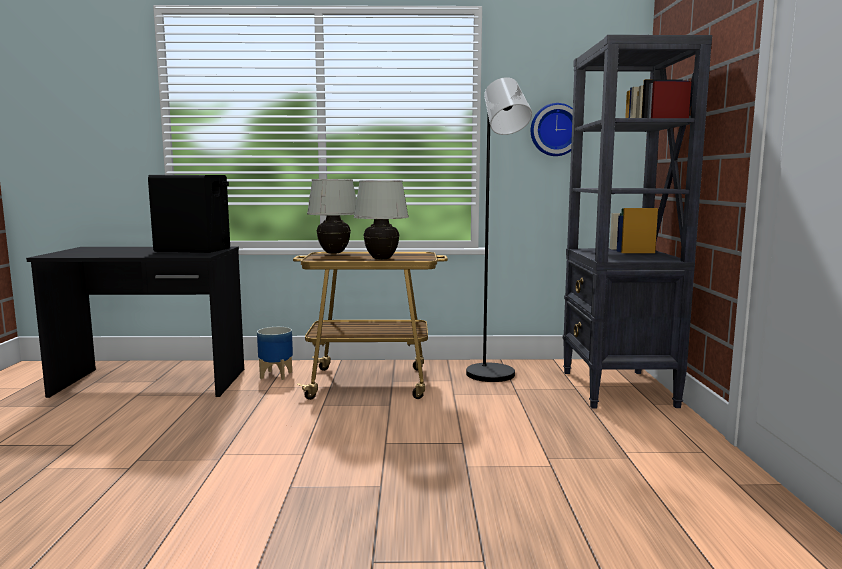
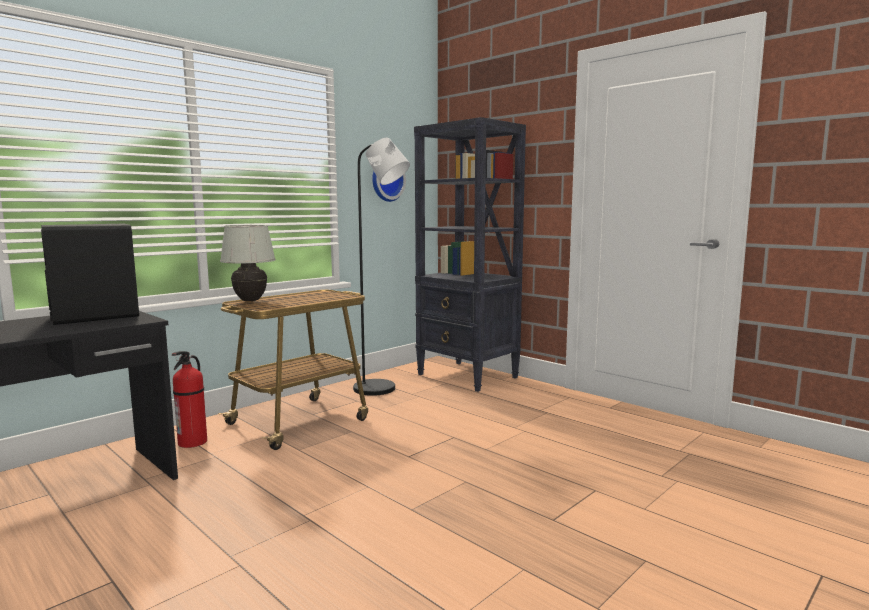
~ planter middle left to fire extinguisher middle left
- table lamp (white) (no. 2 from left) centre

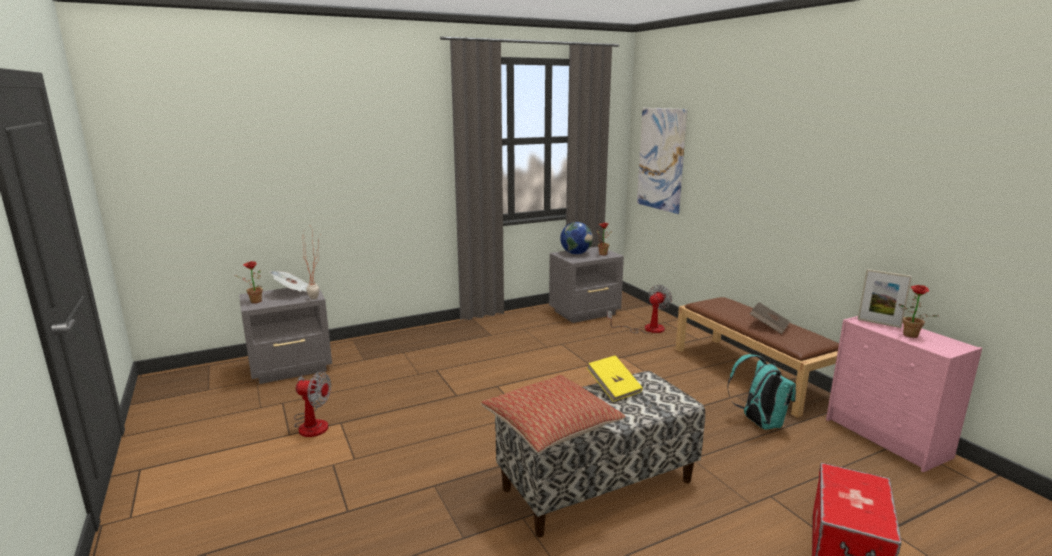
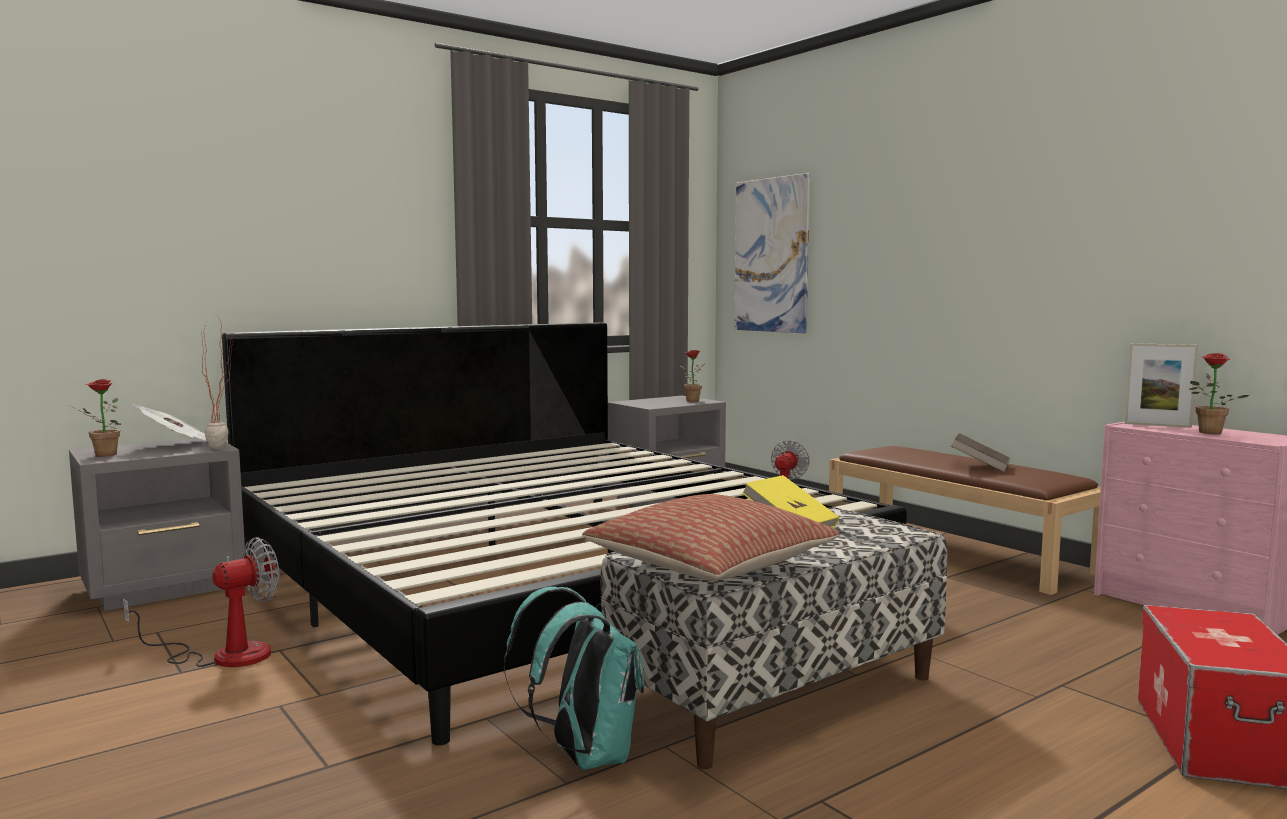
~ fan (no. 1 from left) bottom left = bottom left 45 degrees counterclockwise
- globe centre
~ backpack (turquoise) bottom right to bottom centre
+ bed centre

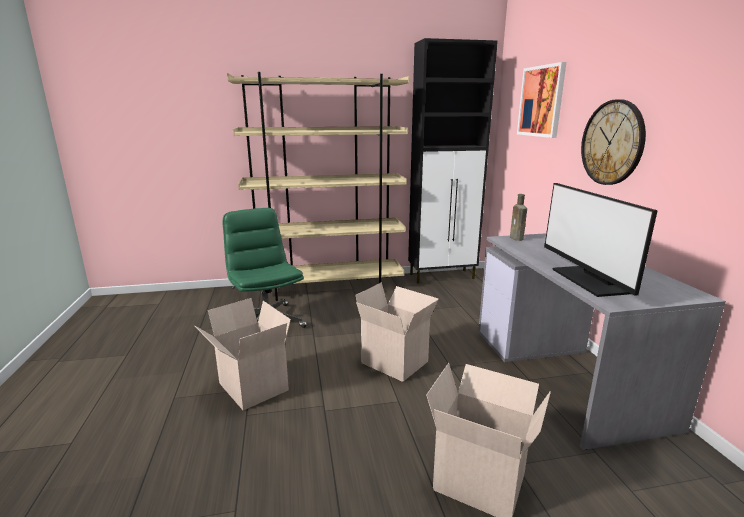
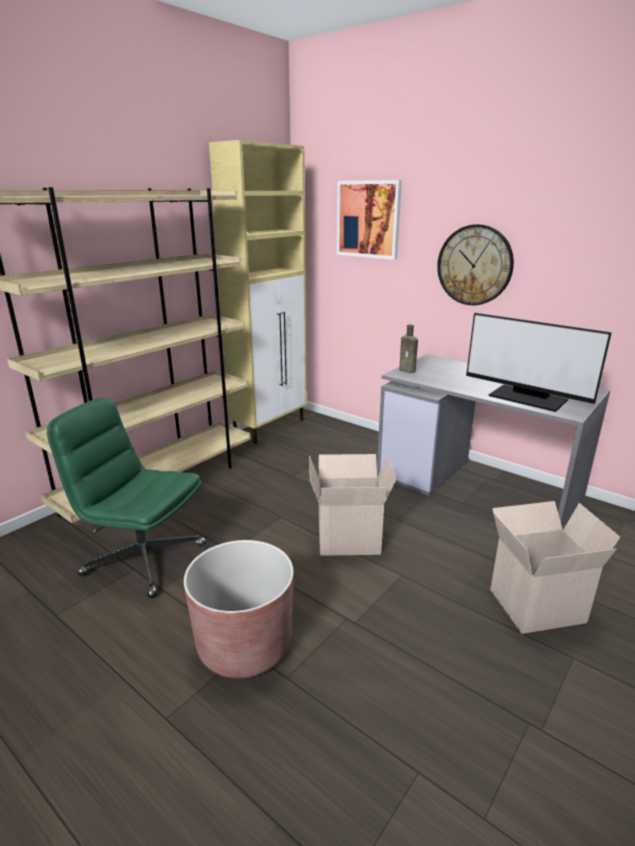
~ cardboard box (no. 1 from left) bottom left to planter (brown) bottom centre
~ cabinet (black) top centre to cabinet (beige) centre

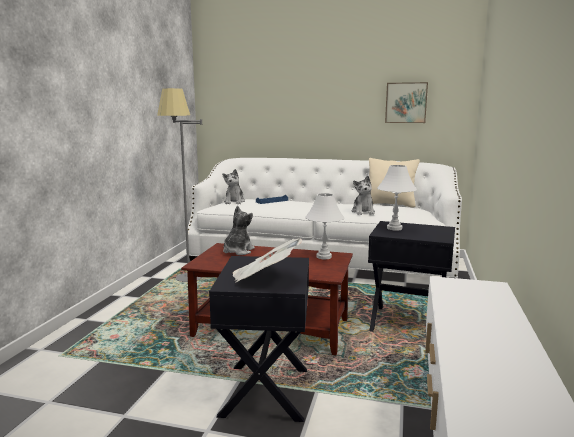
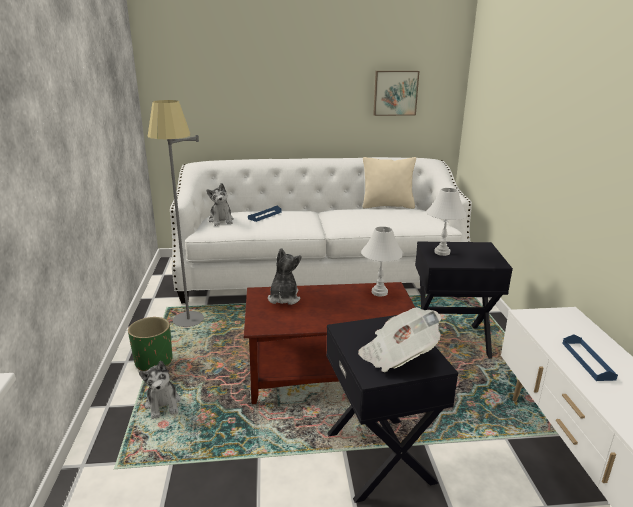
~ plush toy (no. 3 from left in the first image) centre to plush toy (no. 1 from left) bottom left
+ planter (green) bottom left
+ tray (blue) (no. 2 from left) bottom right

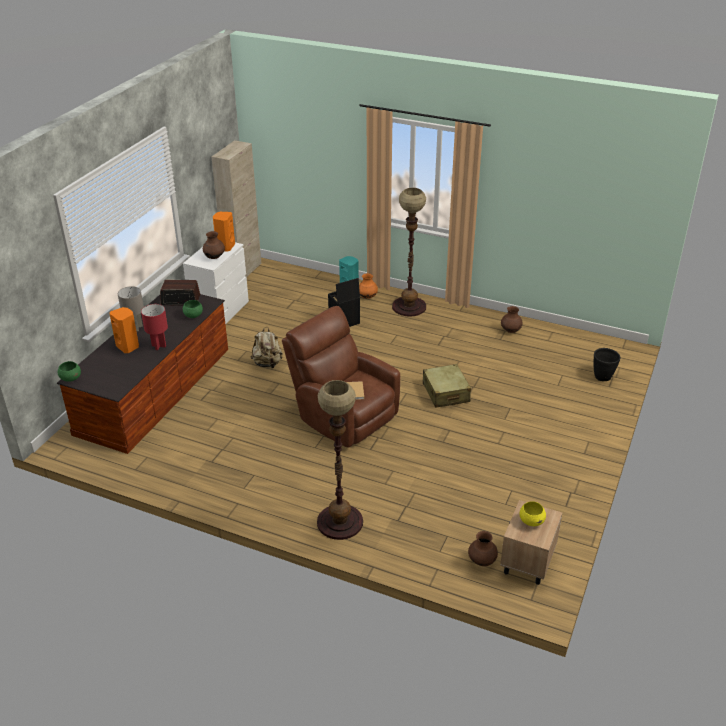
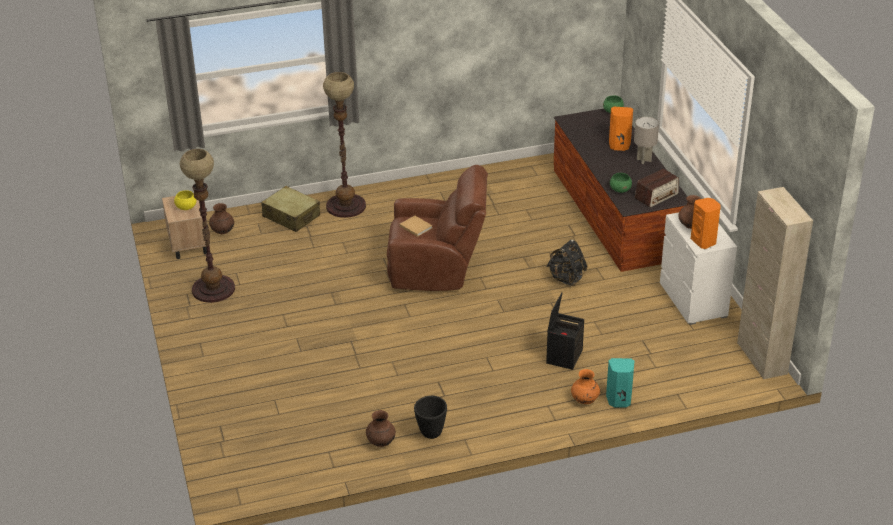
- table lamp (red) middle left
~ backpack (beige) centre to backpack (black) centre
~ floor lamp (no. 2 from left in the first image) centre to floor lamp (no. 1 from left) middle left
~ suitcase (beige) centre to middle left
~ planter (black) middle right to bottom centre

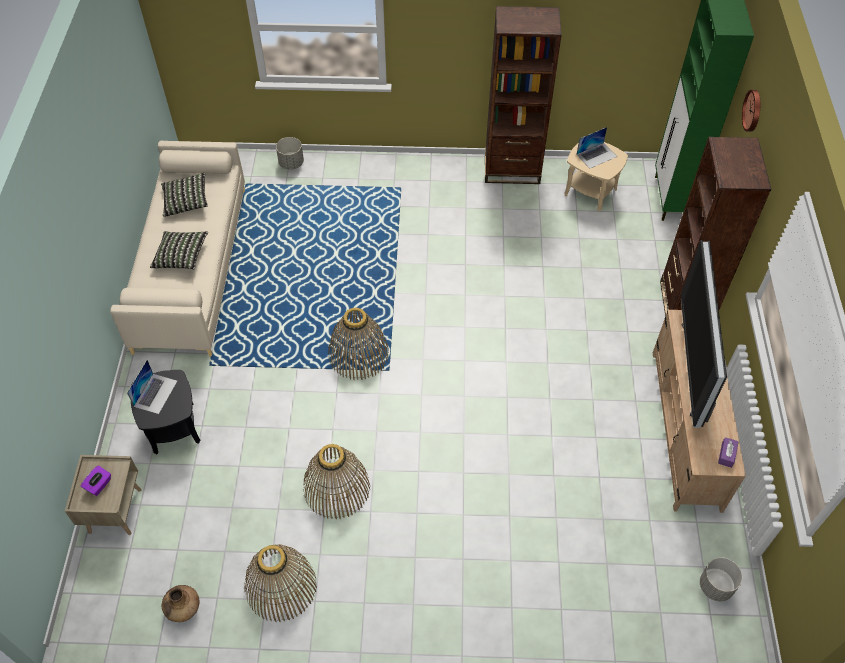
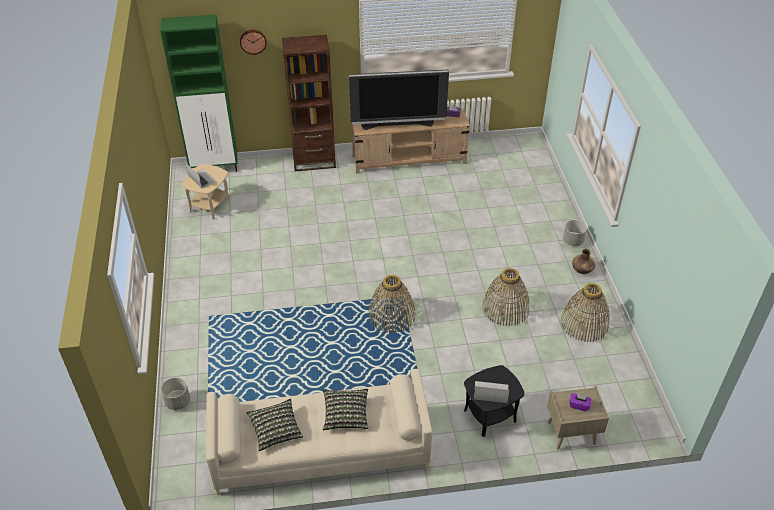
~ vase (brown) bottom left to middle right
- bookcase (brown) (no. 1 from left) top centre
~ planter (grey) (no. 2 from left) bottom right to middle right

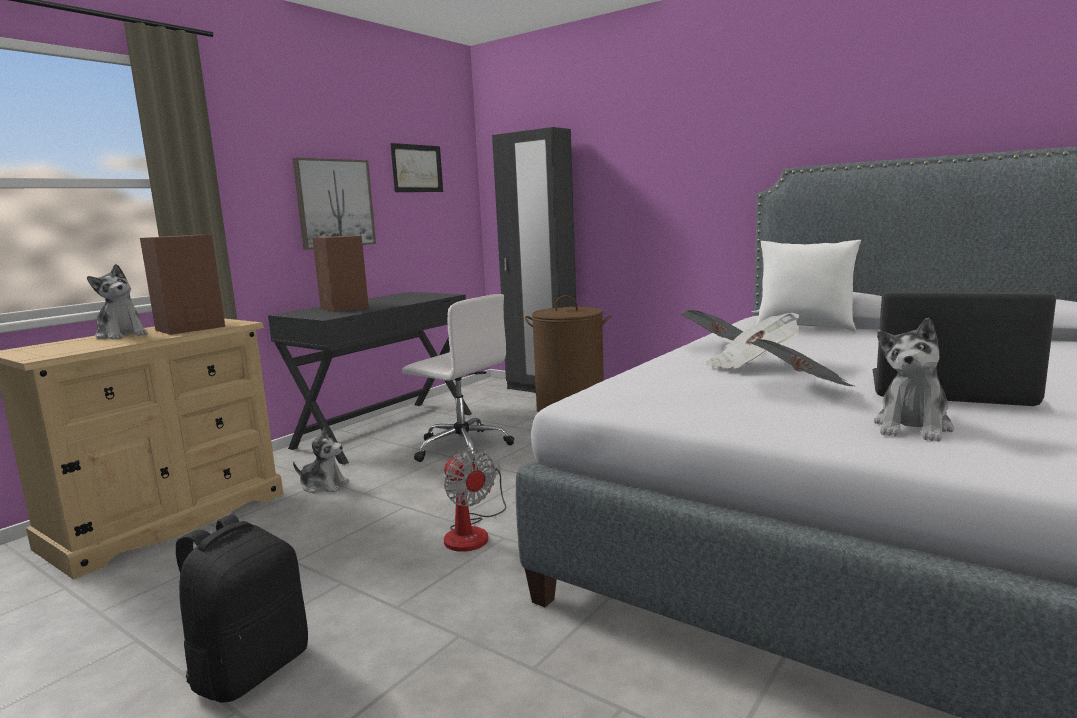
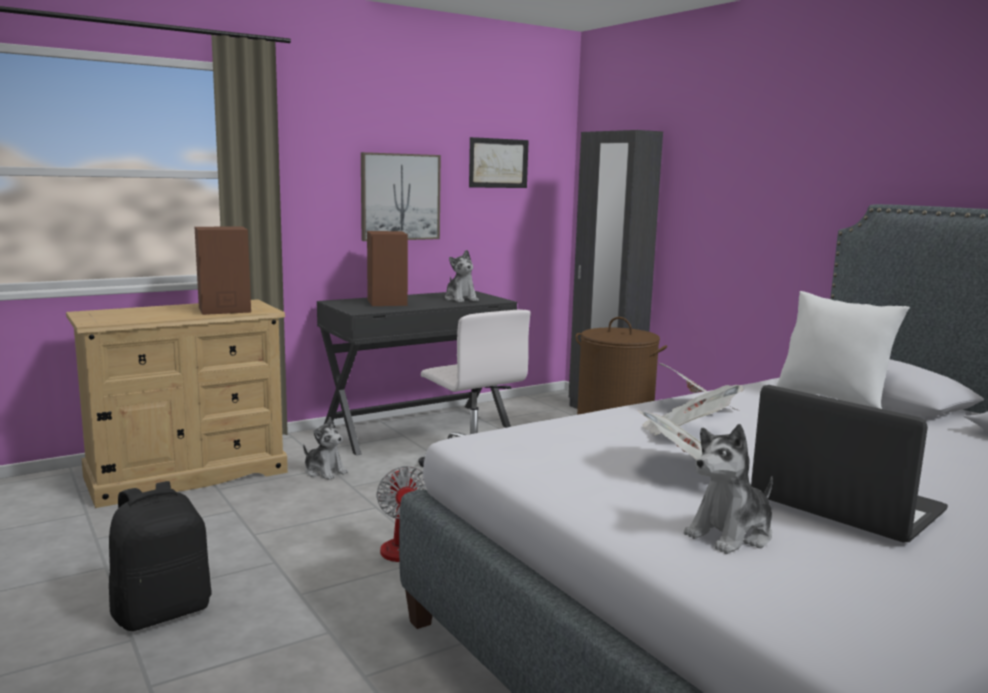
~ plush toy (no. 1 from left in the first image) middle left to plush toy (no. 2 from left) centre

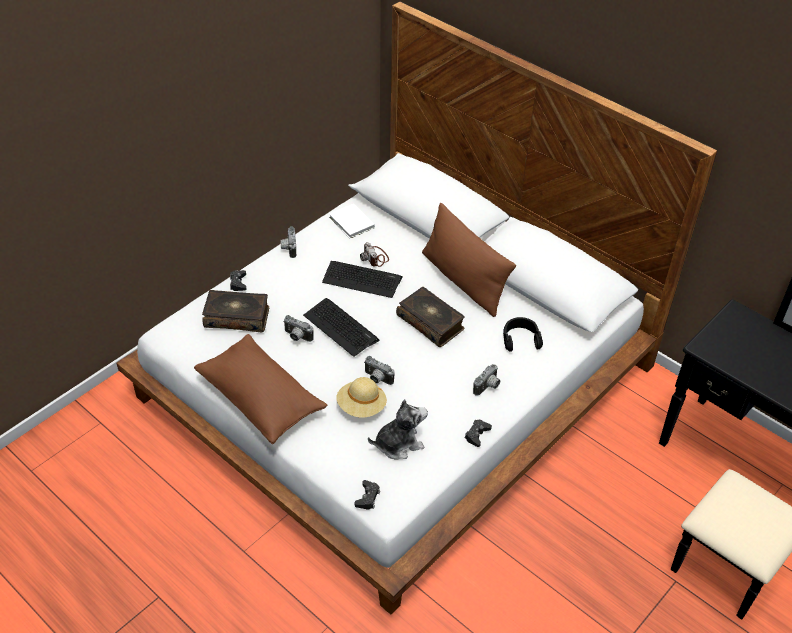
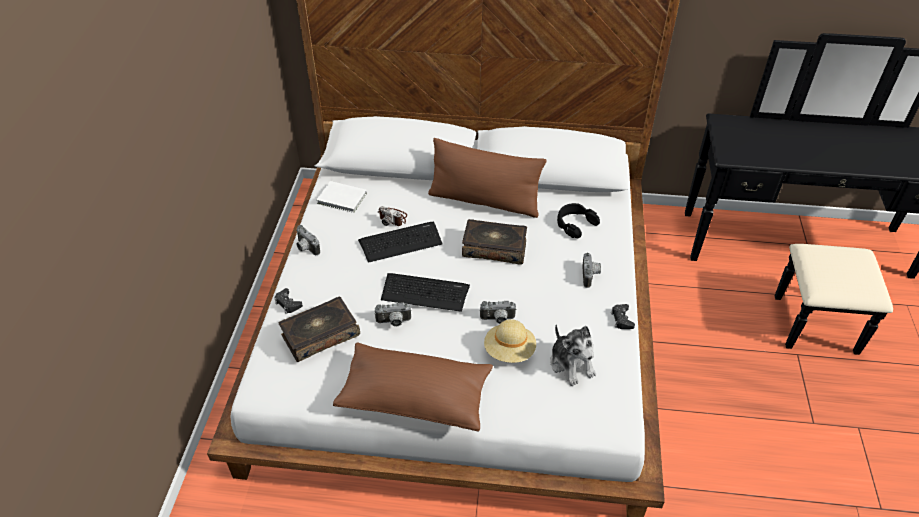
- game controller (black) (no. 2 from left) bottom centre
~ plush toy bottom centre = bottom centre 120 degrees clockwise

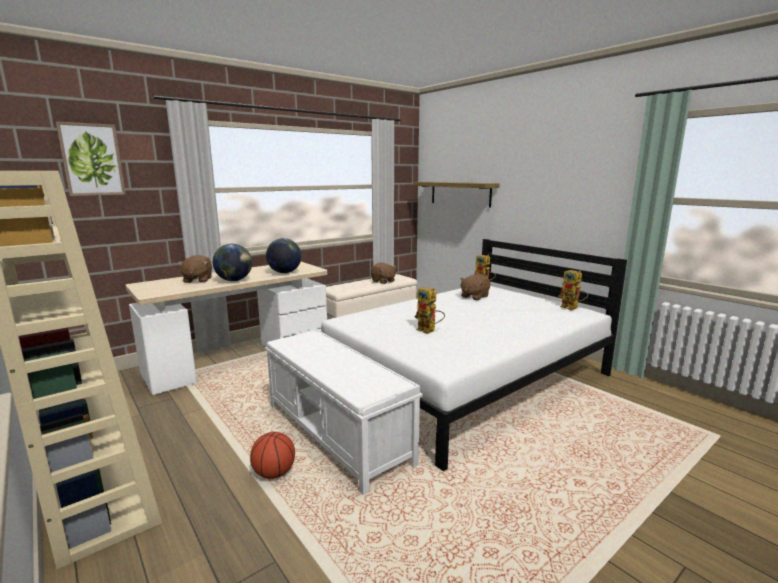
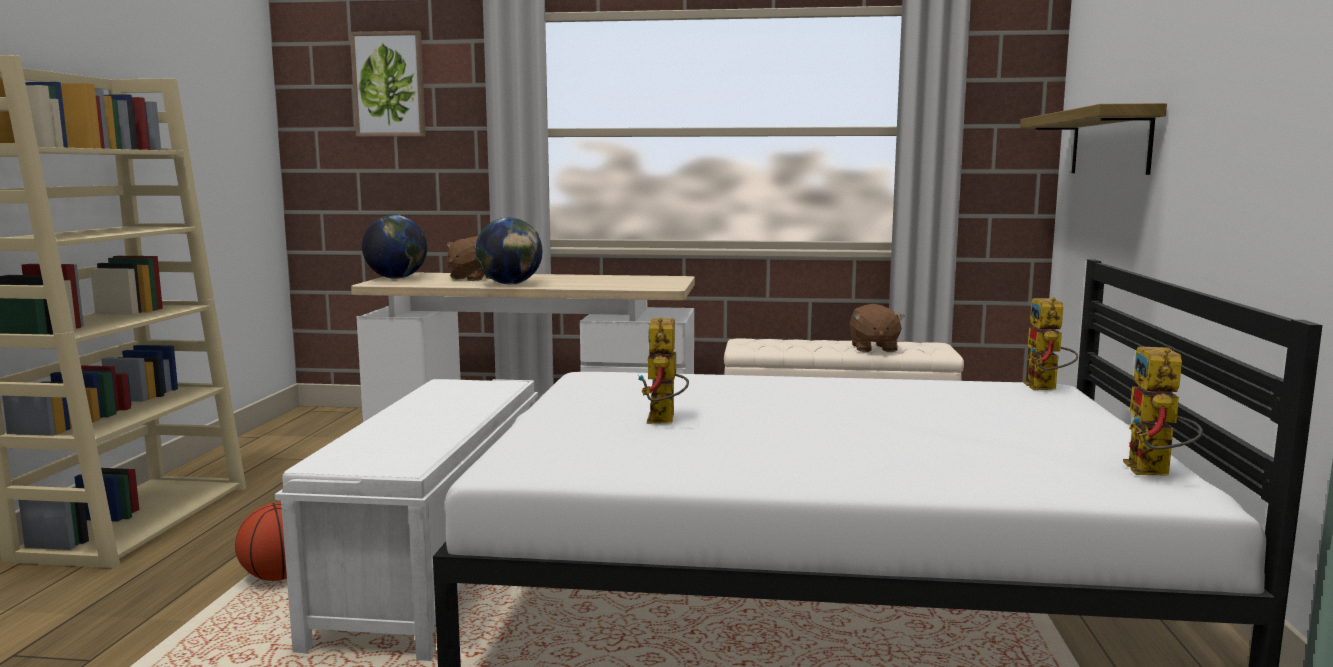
~ globe (no. 2 from left in the first image) centre to globe (no. 1 from left) middle left
- plush toy (brown) (no. 3 from left) centre

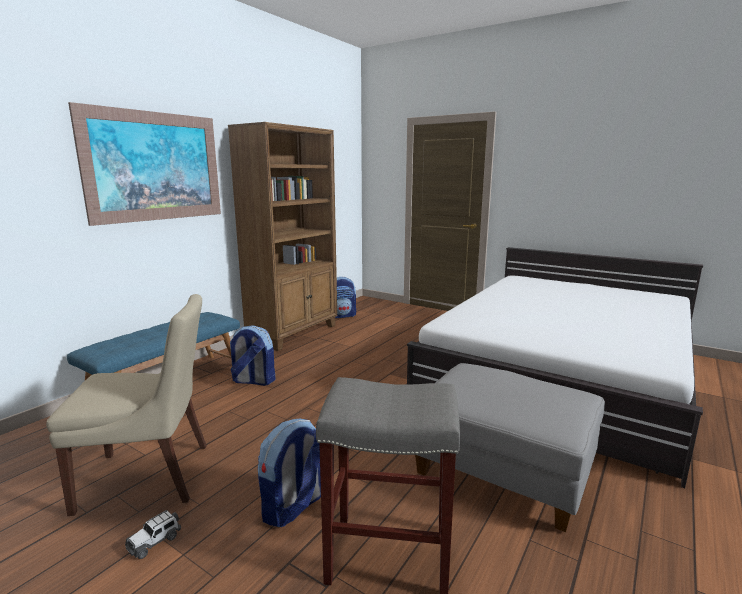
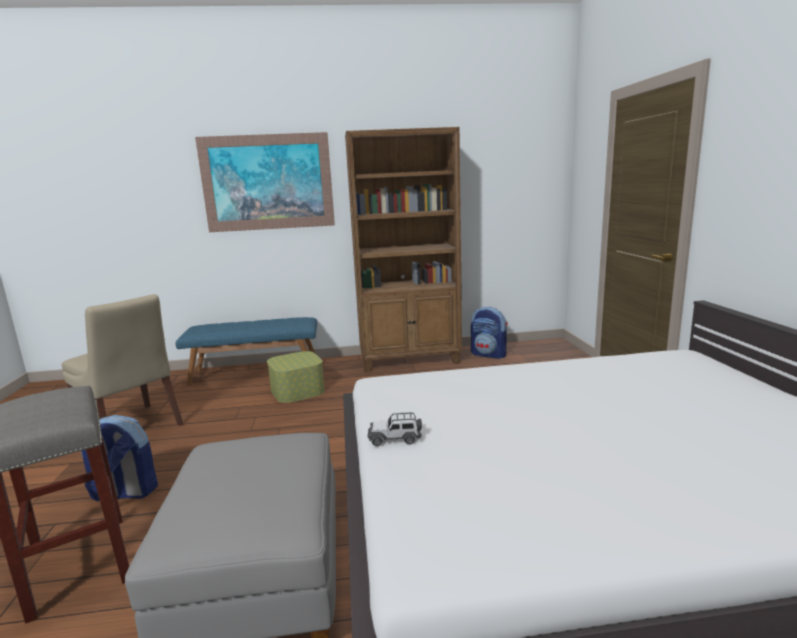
~ toy car bottom left to bottom centre
~ backpack (no. 1 from left) centre to storage box centre

